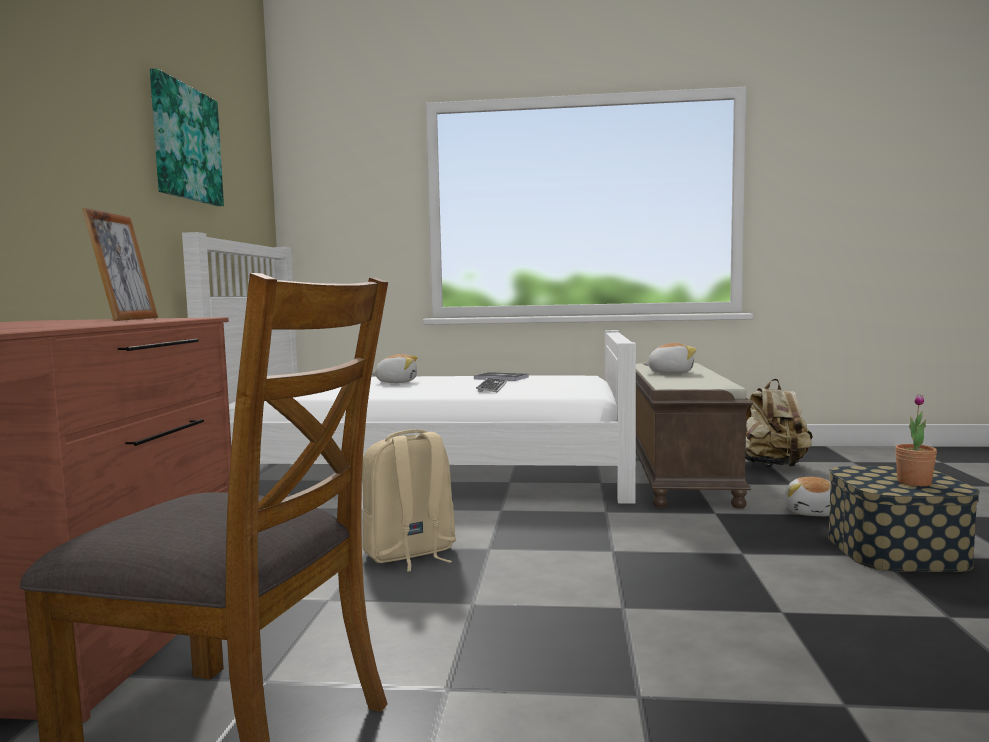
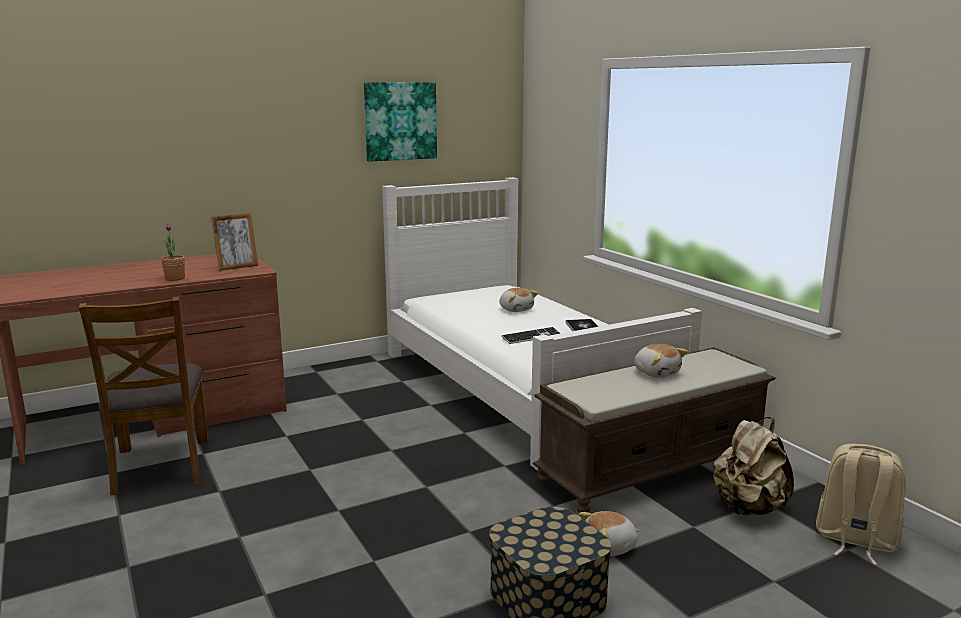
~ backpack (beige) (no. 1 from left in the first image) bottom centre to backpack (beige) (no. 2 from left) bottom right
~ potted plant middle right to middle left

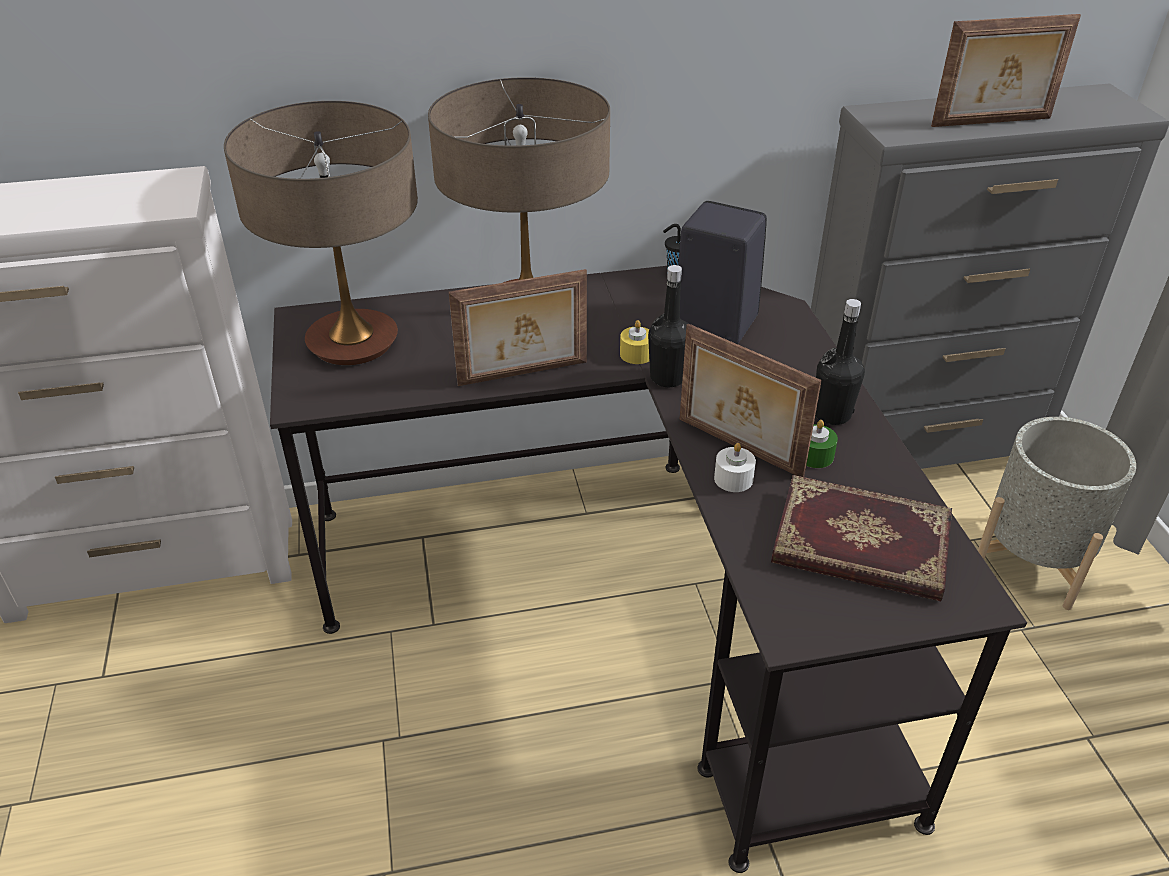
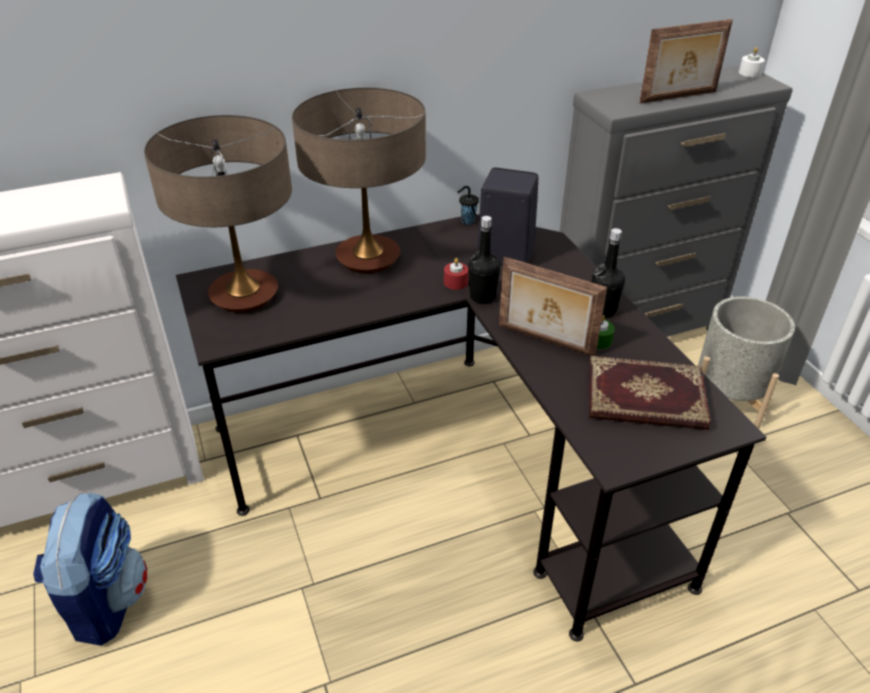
- picture frame (no. 1 from left) centre
~ candle (yellow) centre to candle (red) centre
~ candle (white) centre to top right
+ backpack bottom left

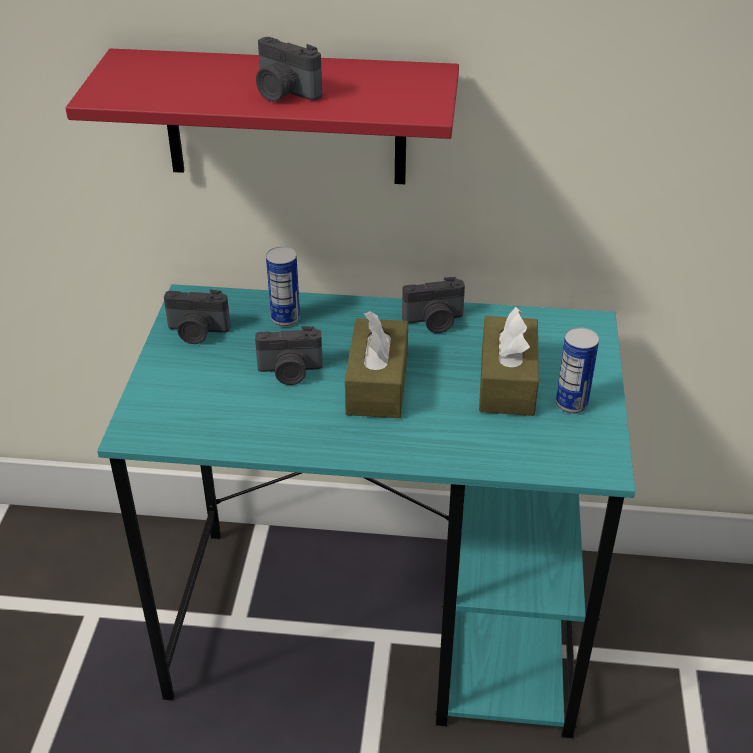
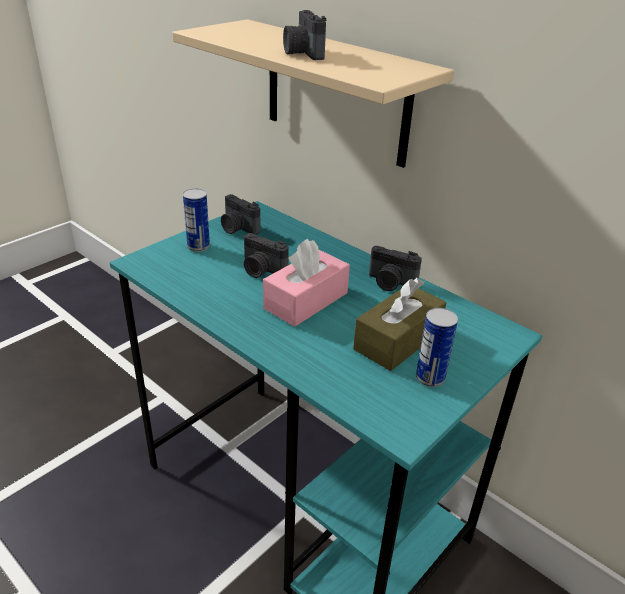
~ shelf (red) top centre to shelf (beige) top centre
~ can (no. 1 from left) centre to middle left
~ tissue box (brown) (no. 1 from left) centre to tissue box (pink) centre

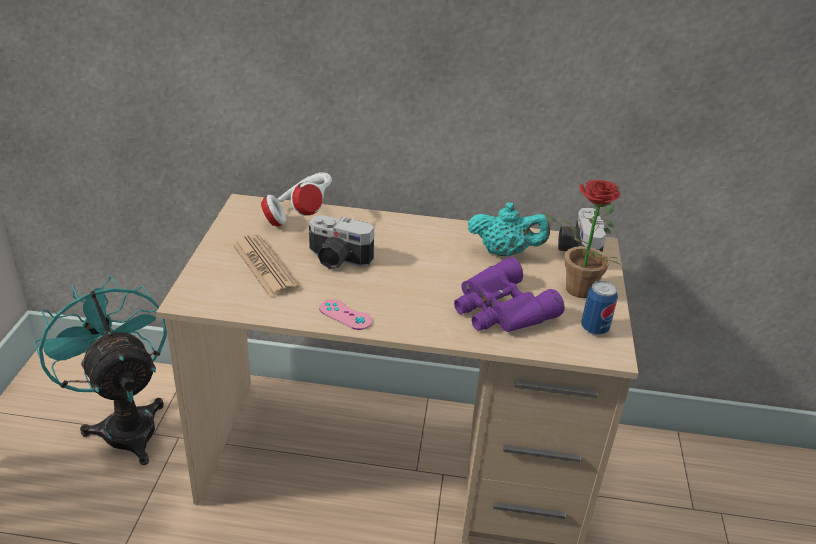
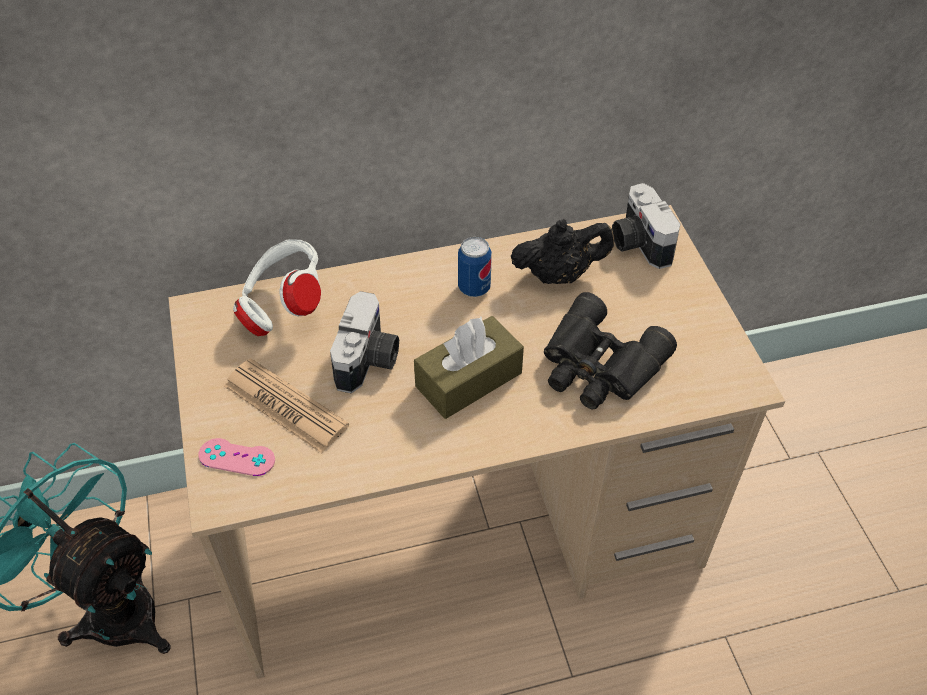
~ photo camera (no. 1 from left) centre = centre 75 degrees counterclockwise
~ game controller (pink) centre to middle left
~ binoculars (purple) centre to binoculars (black) centre
~ teapot (turquoise) centre to teapot (black) centre
- potted plant middle right
~ can middle right to centre
+ tissue box (brown) centre

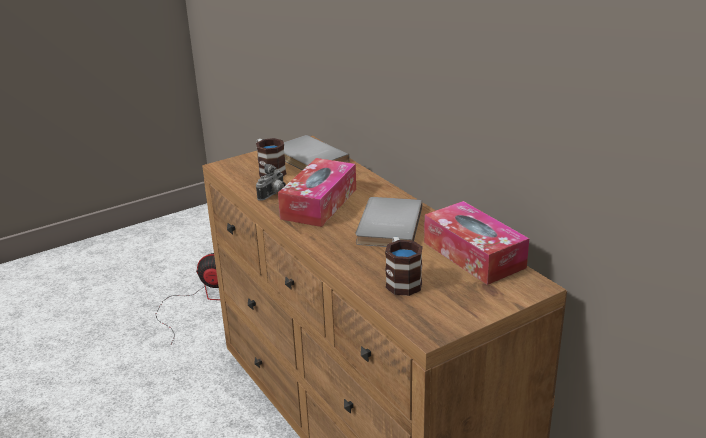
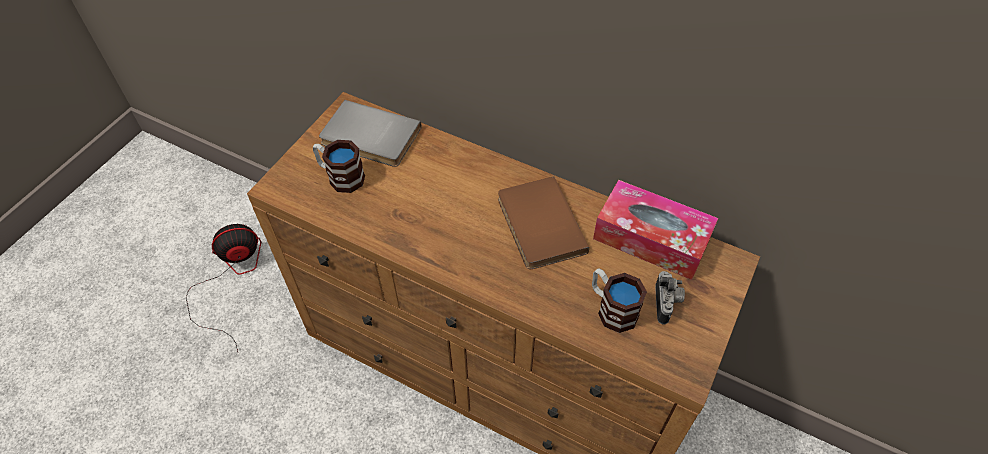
~ photo camera centre to middle right
- tissue box (no. 1 from left) centre
~ book (grey) (no. 2 from left) centre to book (brown) centre

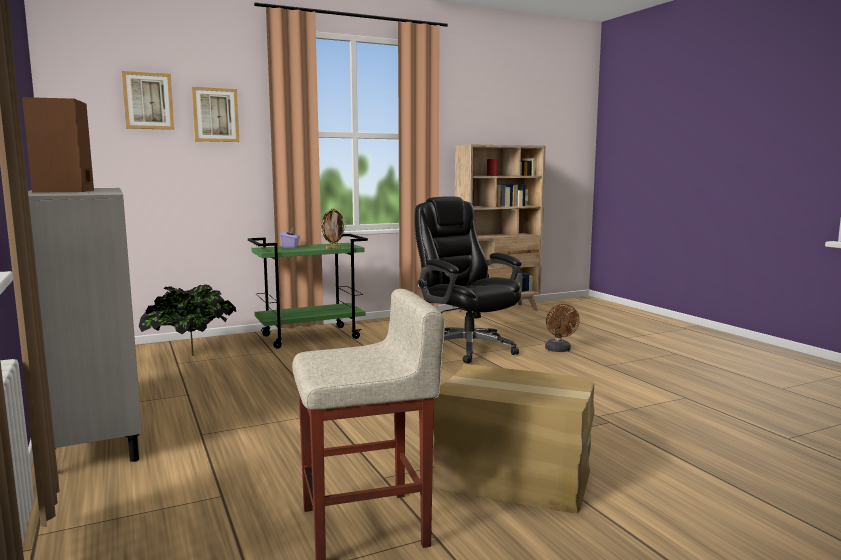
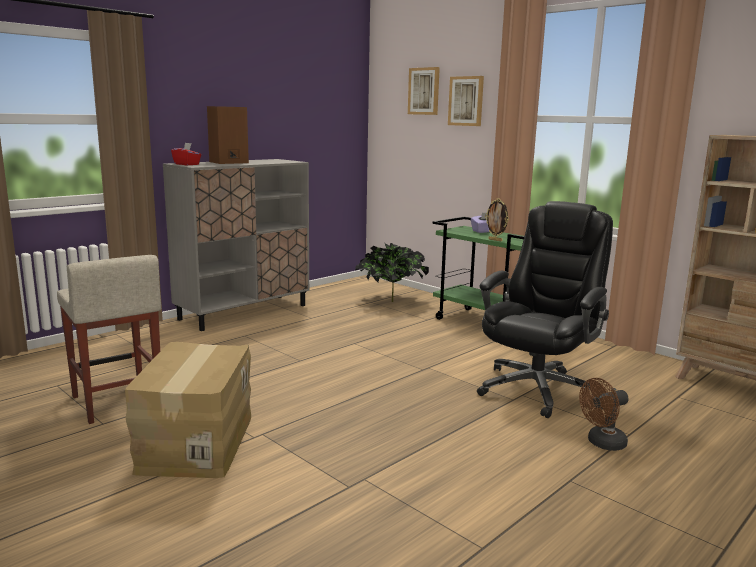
+ tissue box (red) top left

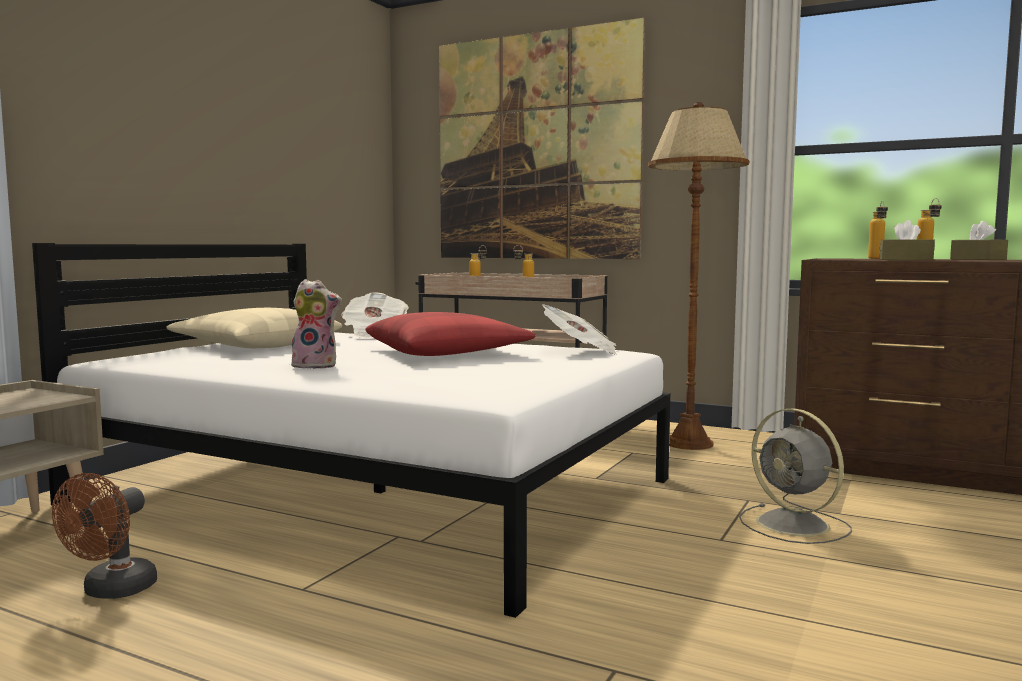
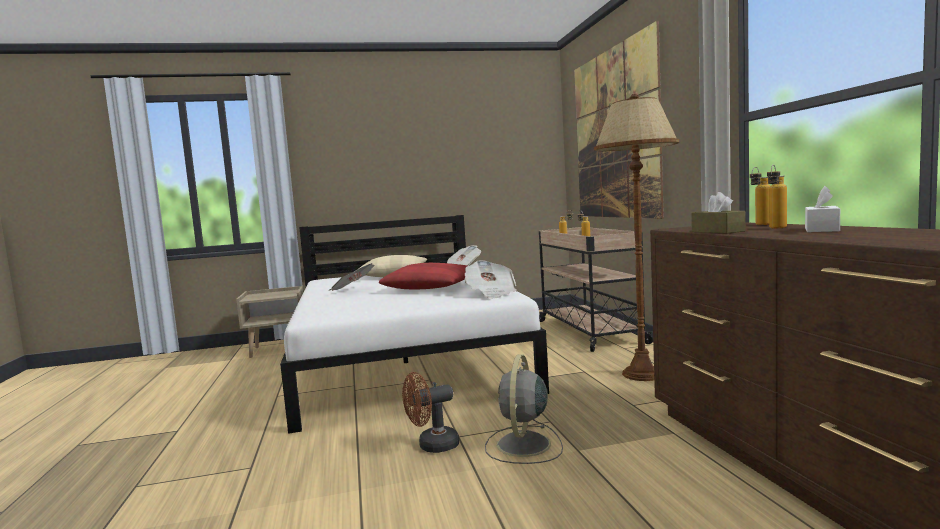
~ fan (brown) bottom left to bottom centre
~ plush toy middle left to newspaper (no. 1 from left) centre
~ tissue box (brown) (no. 2 from left) middle right to tissue box (white) middle right

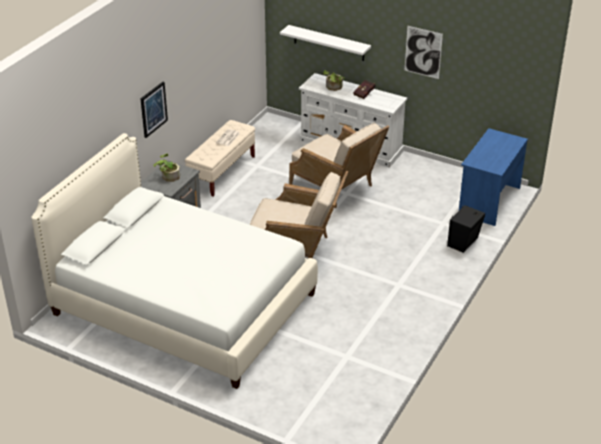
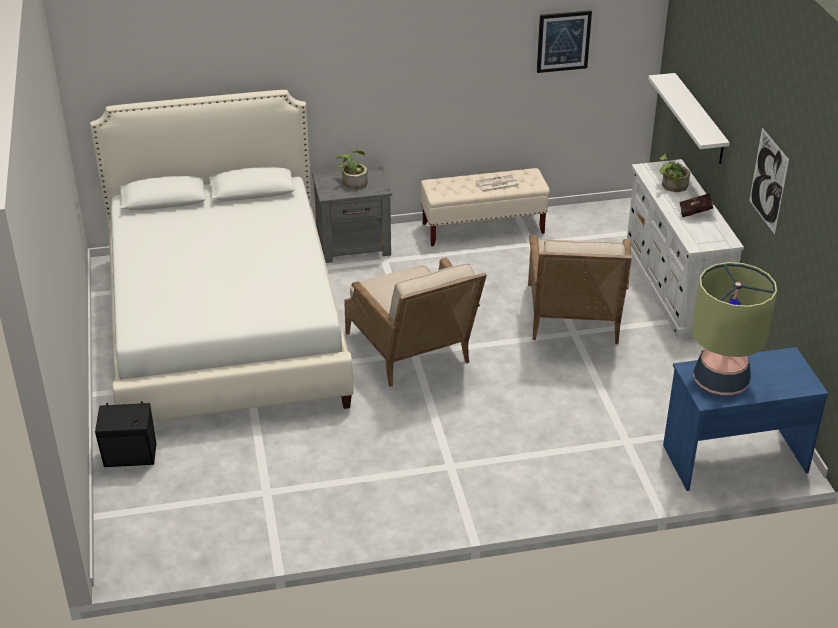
~ picture (no. 1 from left) top left to top right
~ speaker (black) middle right to bottom left
+ table lamp middle right

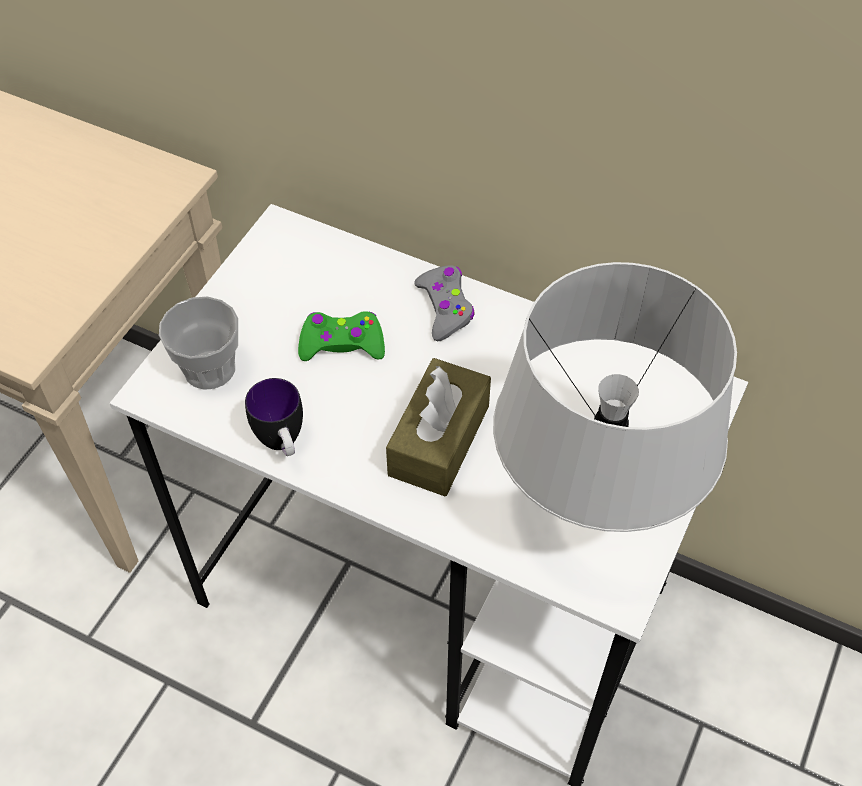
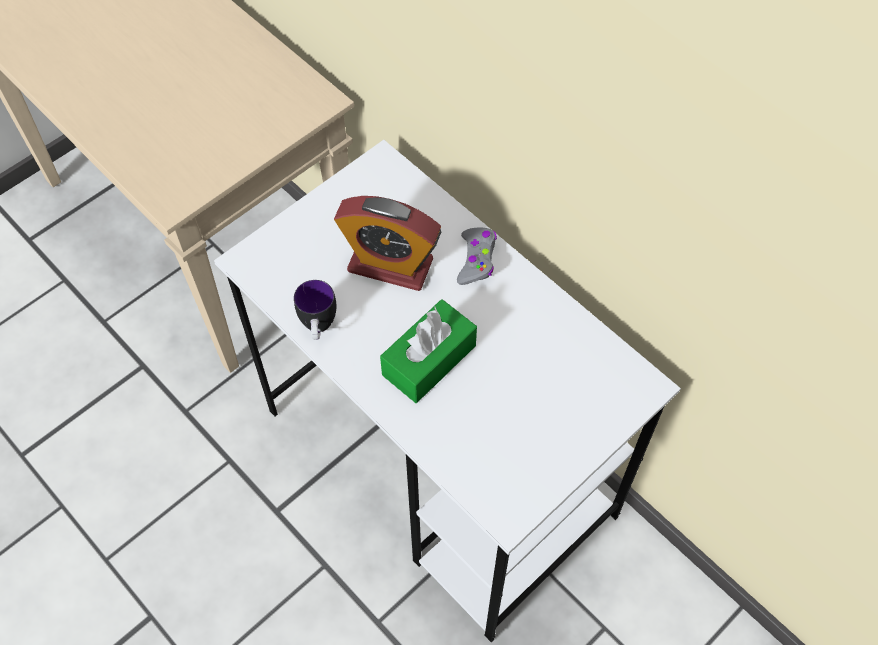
- cup middle left
~ game controller (green) centre to alarm clock centre
~ tissue box (brown) centre to tissue box (green) centre
- table lamp (grey) middle right

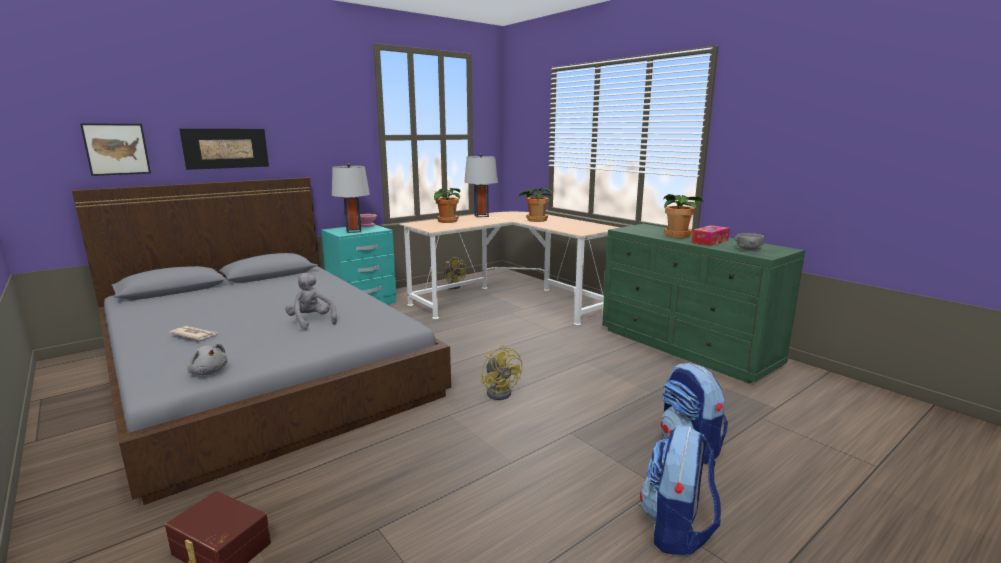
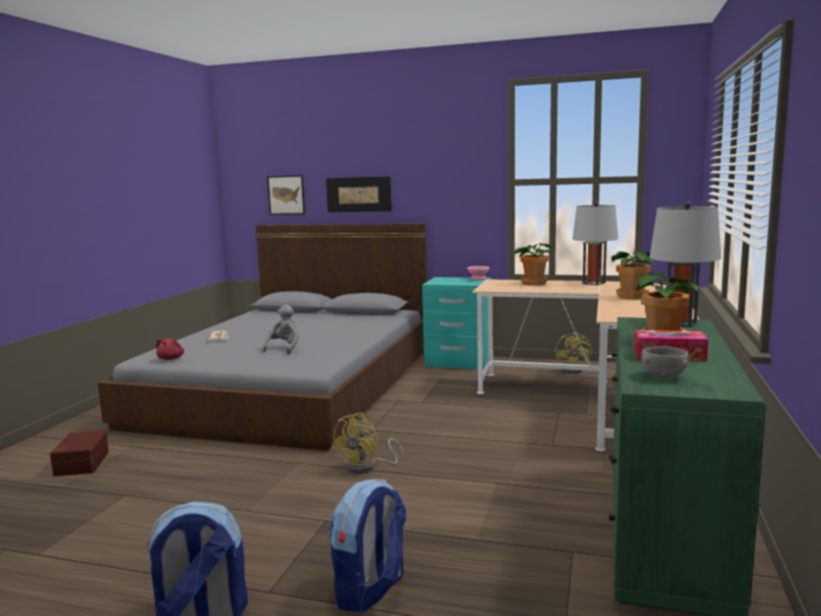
~ plush toy (grey) (no. 1 from left) middle left to plush toy (red) middle left
~ table lamp (grey) (no. 1 from left in the first image) centre to table lamp (grey) (no. 2 from left) middle right

